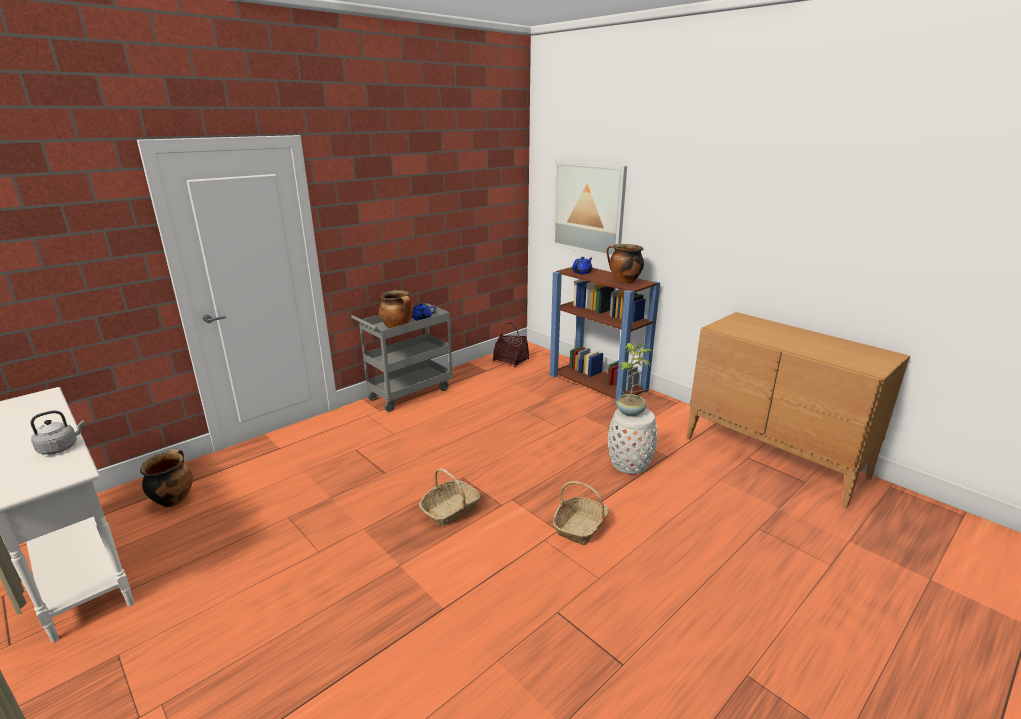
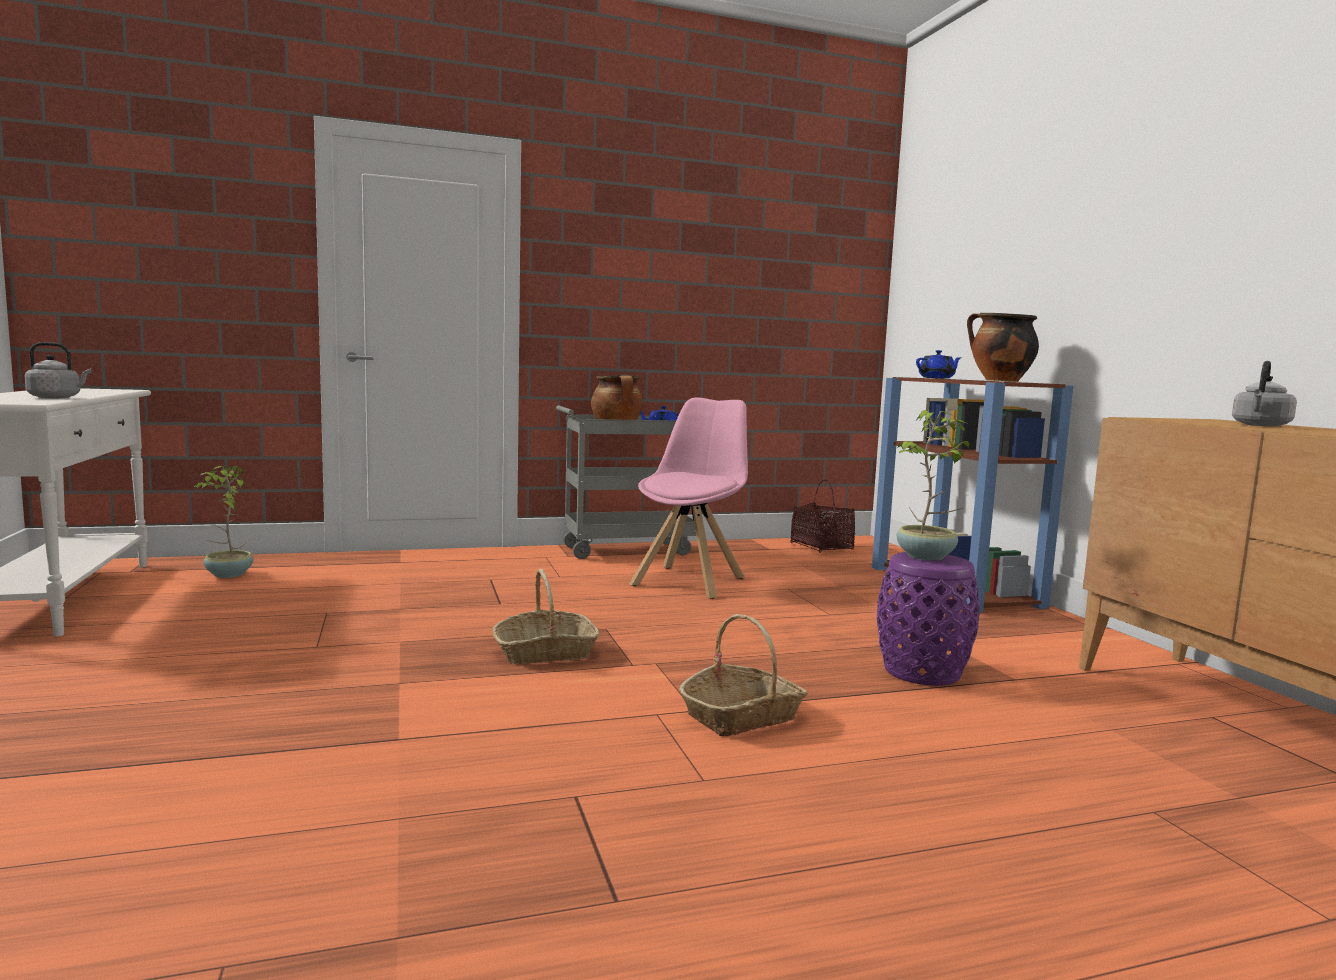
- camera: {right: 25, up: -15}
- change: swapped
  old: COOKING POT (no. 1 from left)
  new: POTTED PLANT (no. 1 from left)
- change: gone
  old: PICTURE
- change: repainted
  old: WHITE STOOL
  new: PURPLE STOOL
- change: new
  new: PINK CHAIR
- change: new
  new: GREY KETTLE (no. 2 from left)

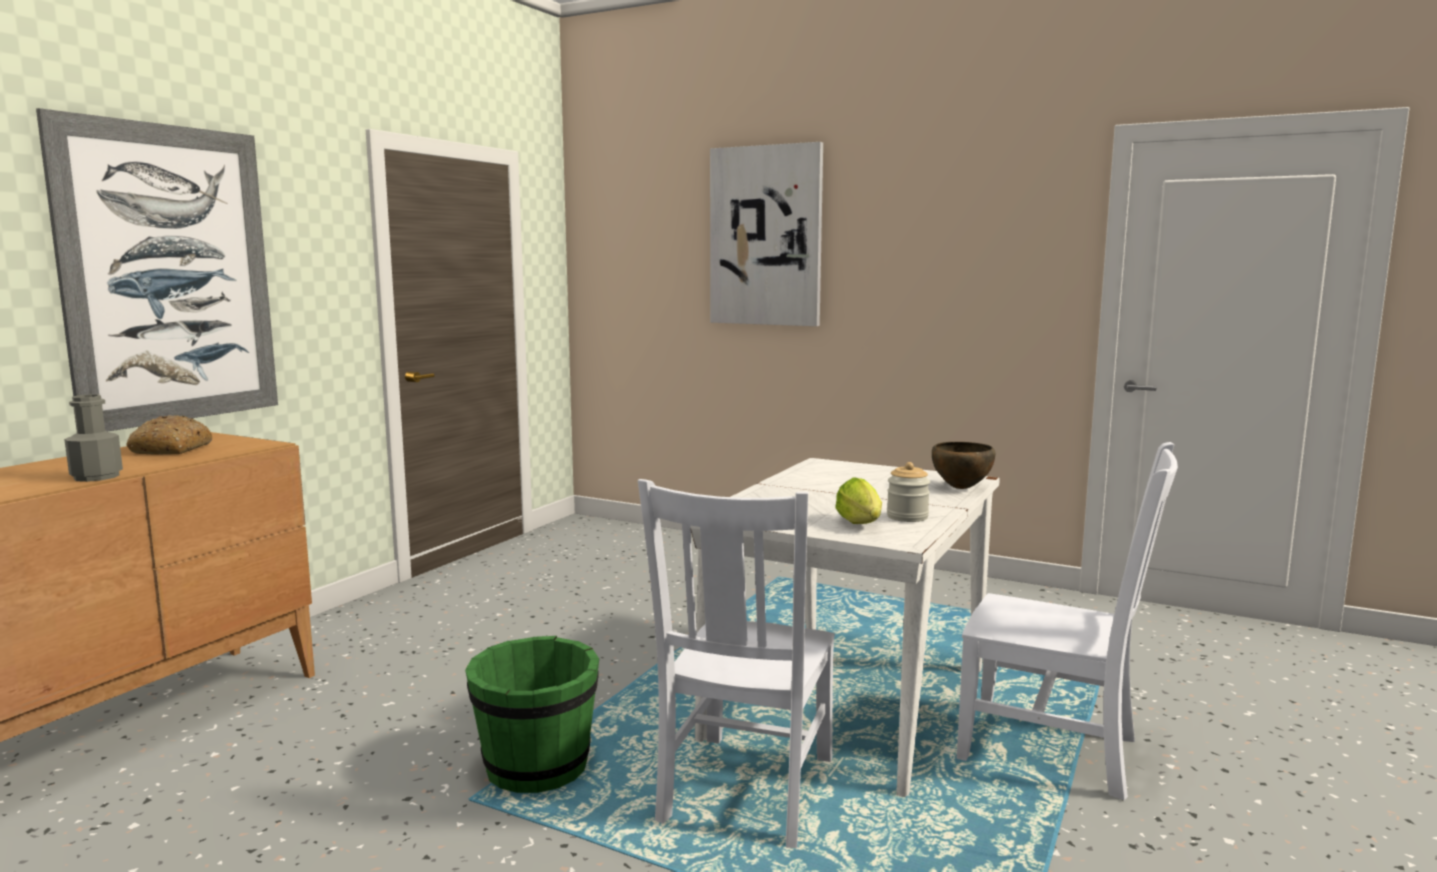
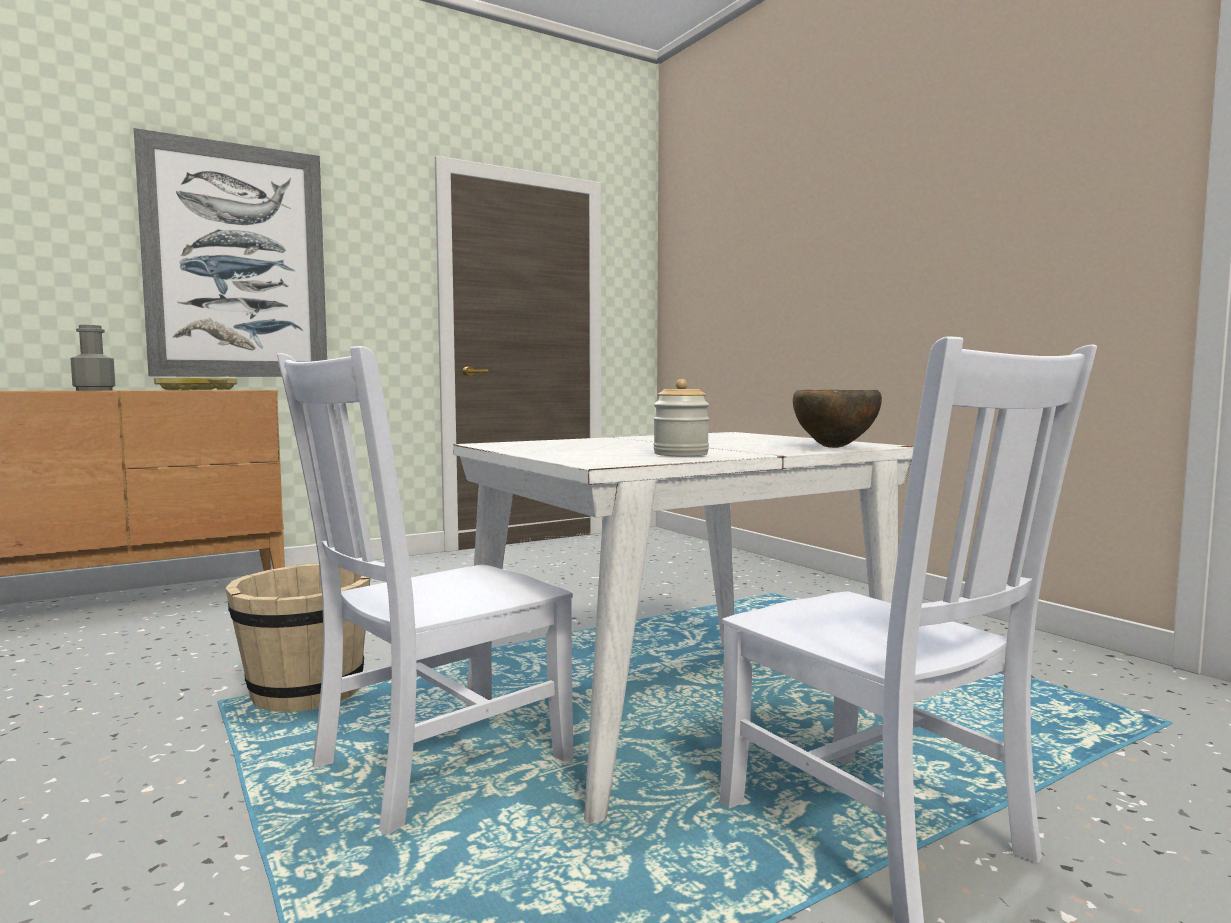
- camera: {right: 30, up: -5}
- change: swapped
  old: BREAD
  new: YELLOW TRAY
- change: repainted
  old: GREEN BUCKET
  new: BEIGE BUCKET
- change: gone
  old: PICTURE (no. 2 from left)
- change: gone
  old: LETTUCE

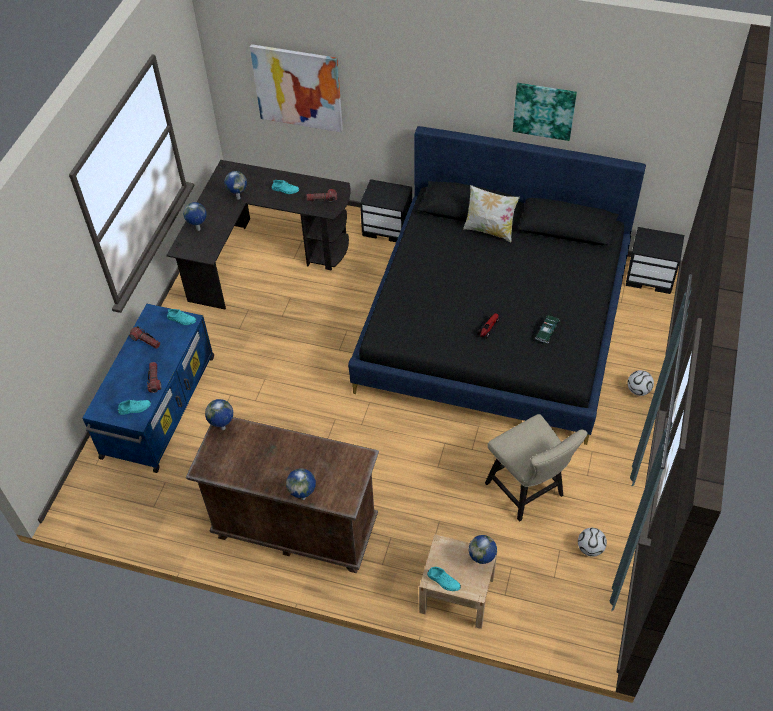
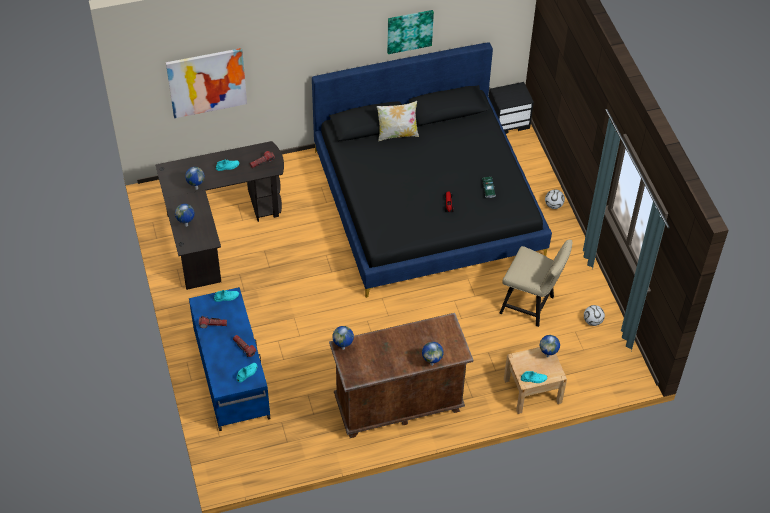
- camera: {right: -35, up: 0}
- change: gone
  old: BLACK NIGHTSTAND (no. 1 from left)

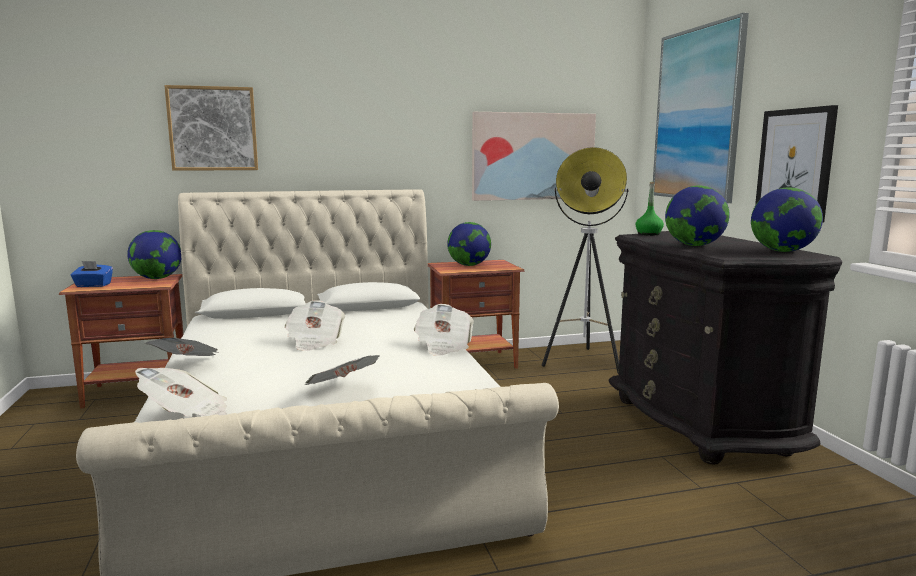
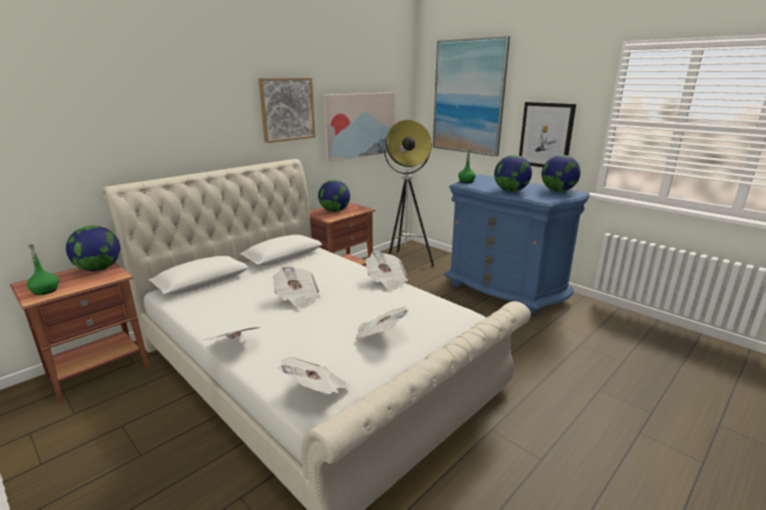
- camera: {right: -30, up: 10}
- change: swapped
  old: BLUE TISSUE BOX
  new: GREEN BOTTLE (no. 1 from left)
- change: shifted
  old: PICTURE (no. 1 from left)
- change: repainted
  old: BLACK DRESSER
  new: BLUE DRESSER

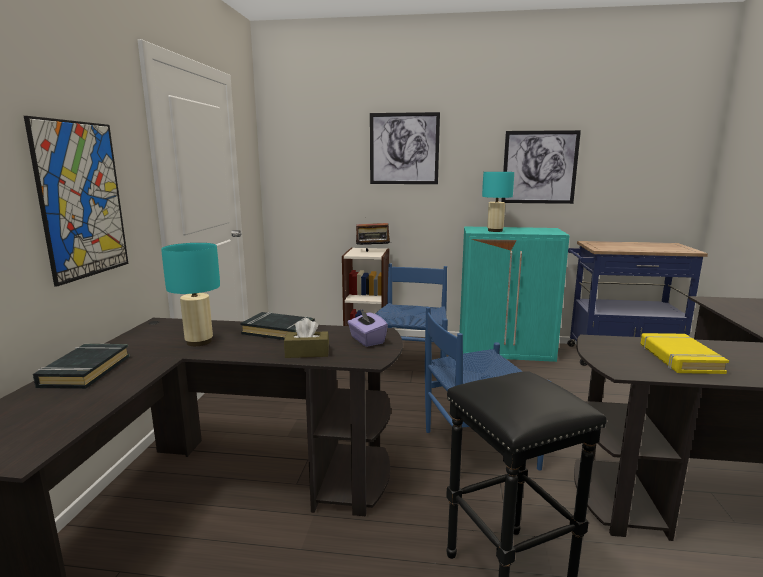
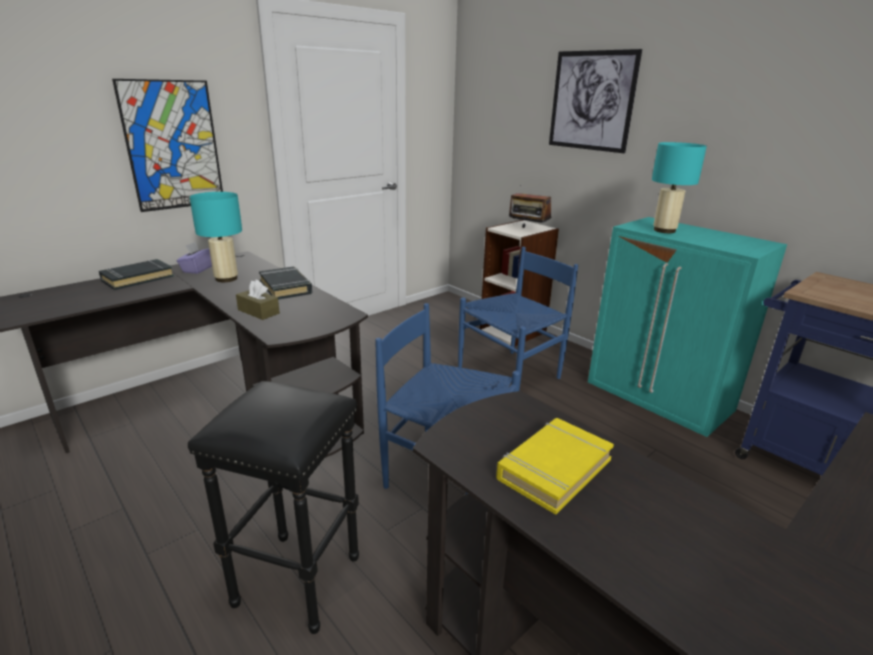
- camera: {right: 40, up: 10}
- change: shifted
  old: PURPLE TISSUE BOX
- change: gone
  old: PICTURE (no. 3 from left)

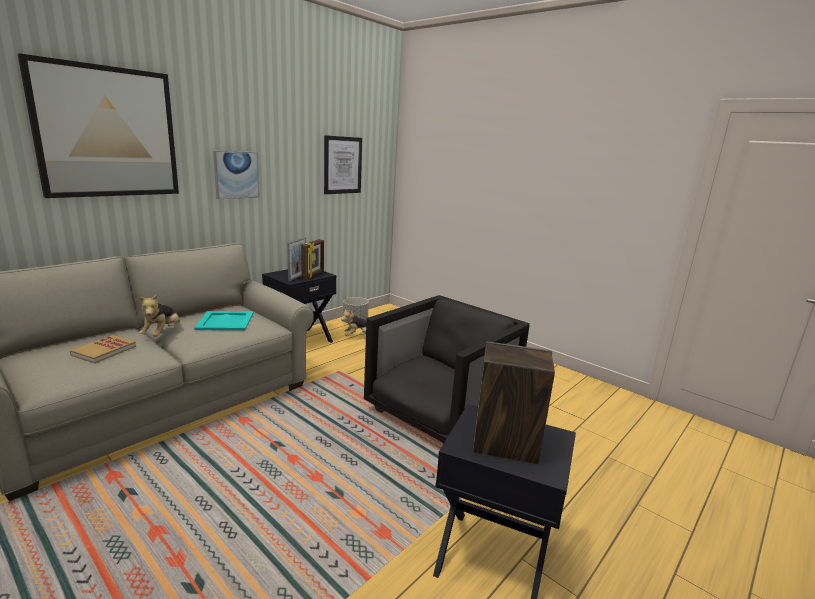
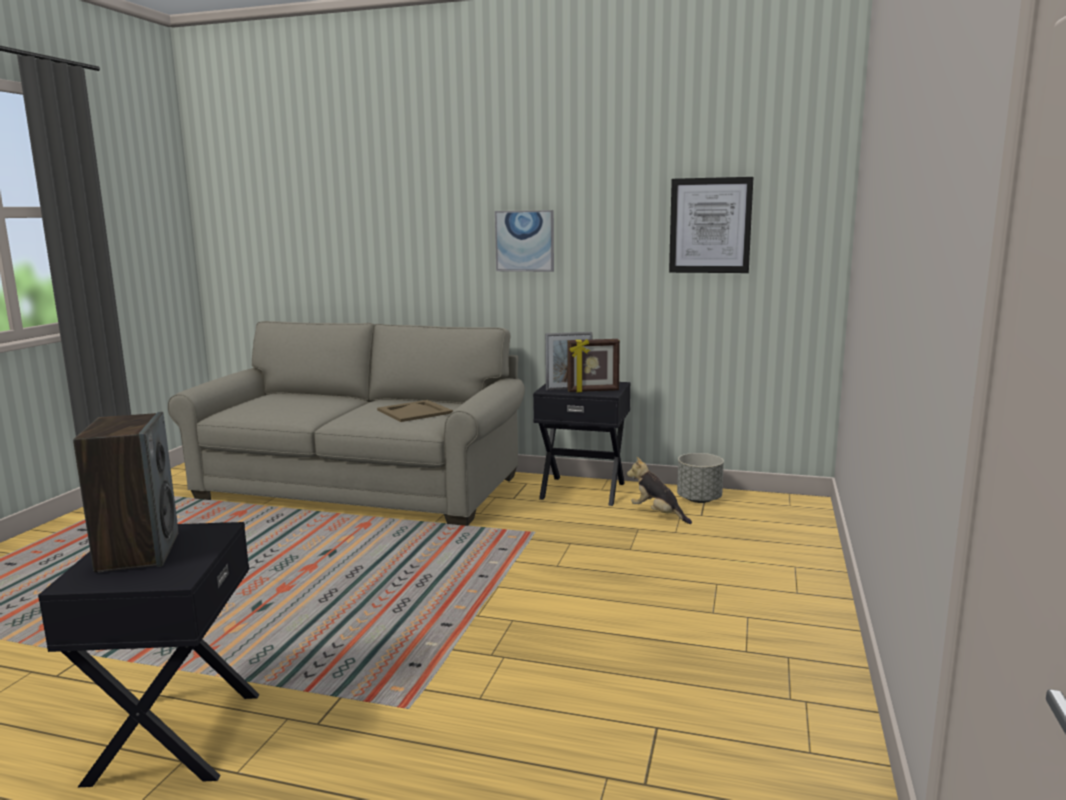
- camera: {right: 65, up: -5}
- change: gone
  old: PICTURE (no. 1 from left)
- change: gone
  old: BOOK
- change: gone
  old: PLUSH TOY (no. 1 from left)
- change: repainted
  old: TURQUOISE TRAY
  new: BEIGE TRAY
- change: gone
  old: BLACK ARMCHAIR

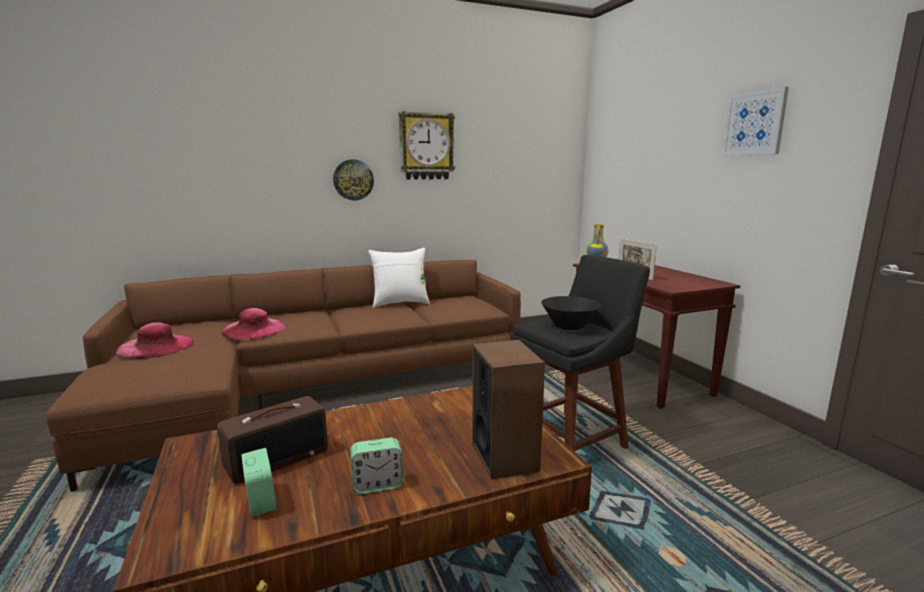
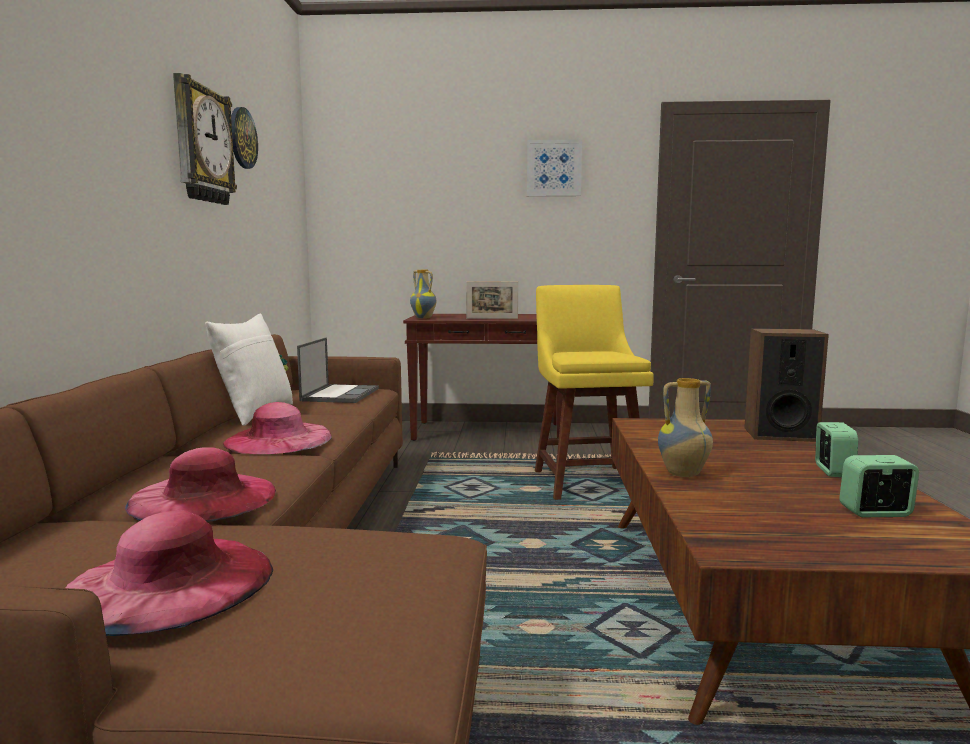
- camera: {right: -65, up: -5}
- change: gone
  old: RADIO
- change: shifted
  old: WALL CLOCK (no. 1 from left in the first image)
  new: WALL CLOCK (no. 2 from left)
- change: repainted
  old: BLACK STOOL
  new: YELLOW STOOL
- change: gone
  old: BLACK BOWL
- change: new
  new: PINK HAT (no. 3 from left)
- change: new
  new: LAPTOP
- change: new
  new: VASE (no. 2 from left)

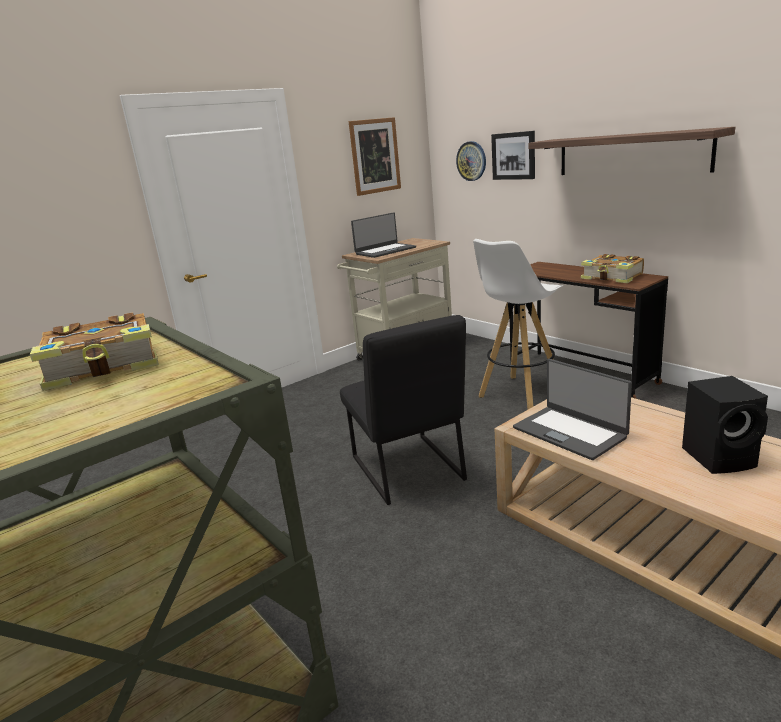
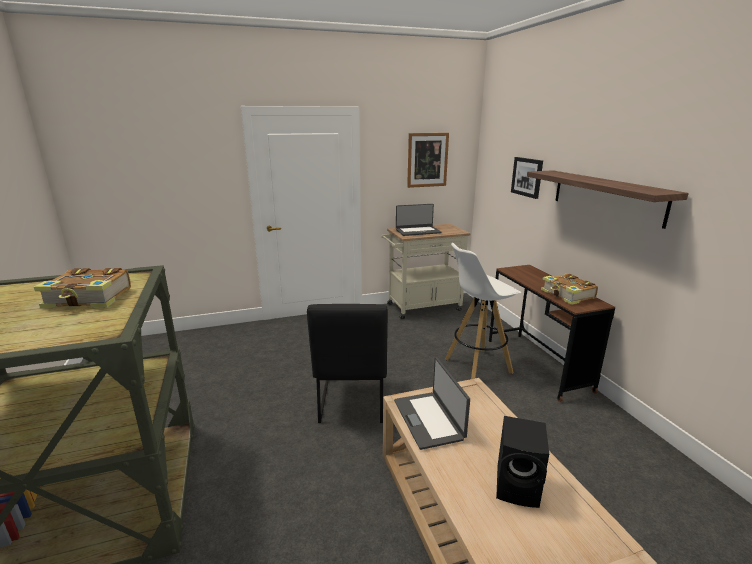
- camera: {right: 20, up: 0}
- change: gone
  old: WALL CLOCK

